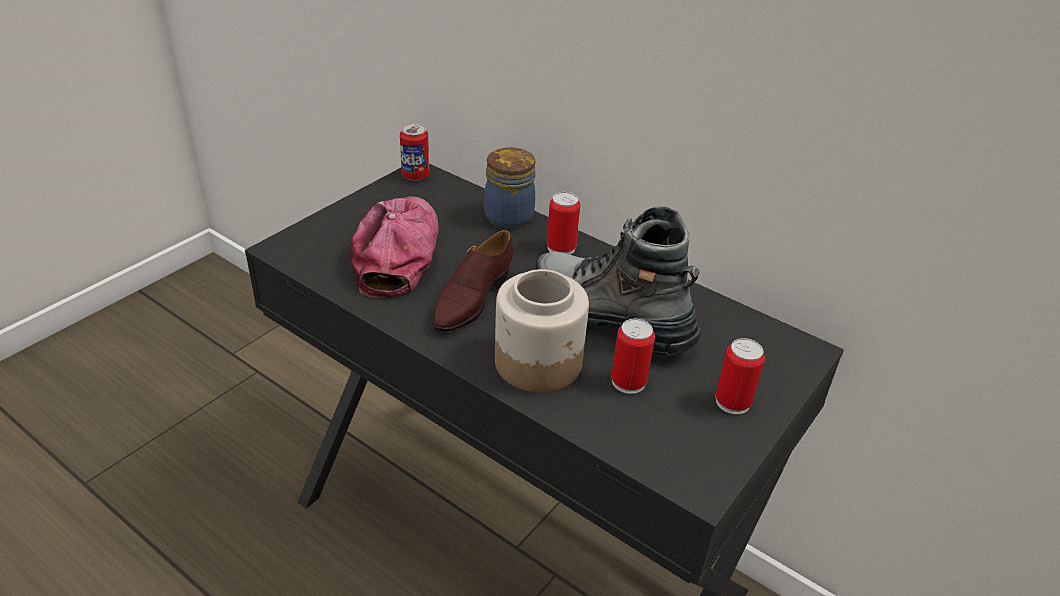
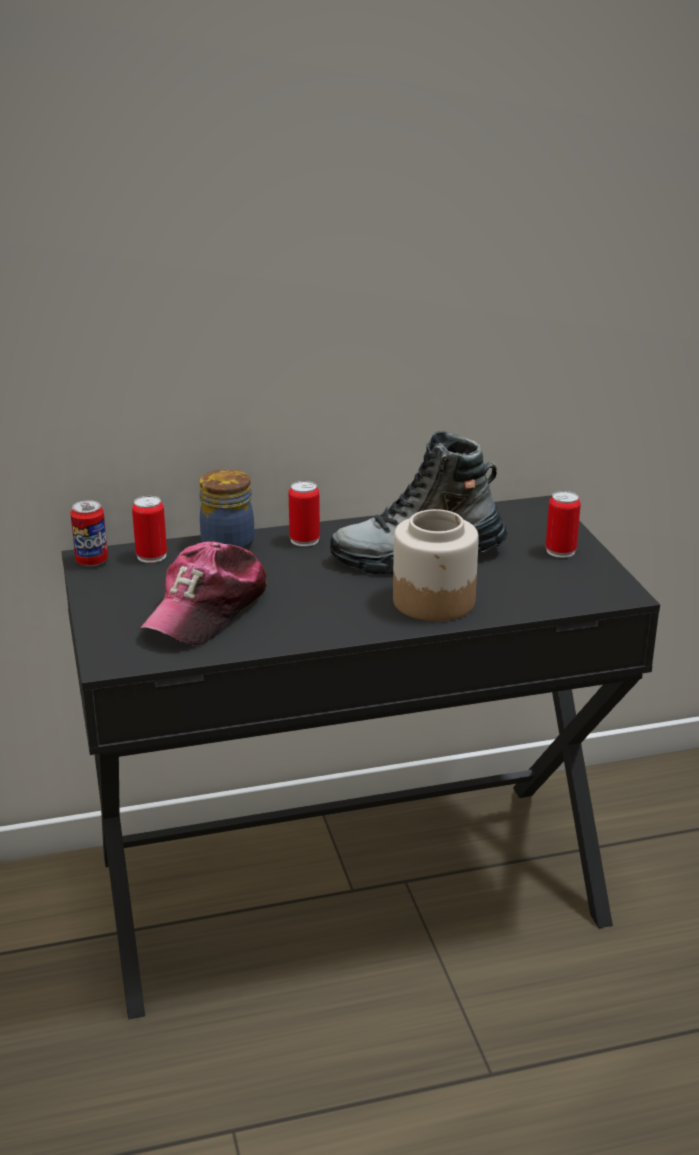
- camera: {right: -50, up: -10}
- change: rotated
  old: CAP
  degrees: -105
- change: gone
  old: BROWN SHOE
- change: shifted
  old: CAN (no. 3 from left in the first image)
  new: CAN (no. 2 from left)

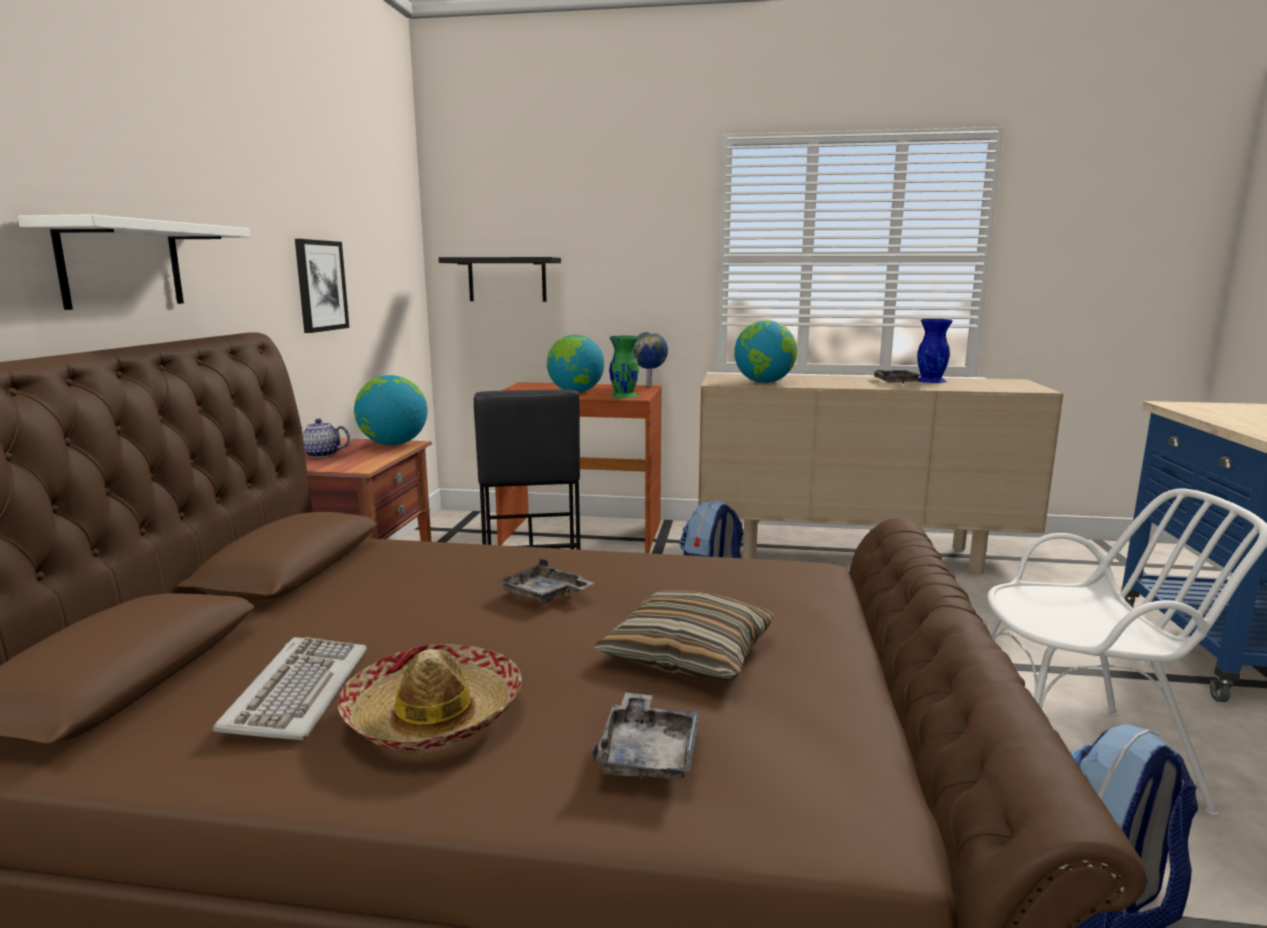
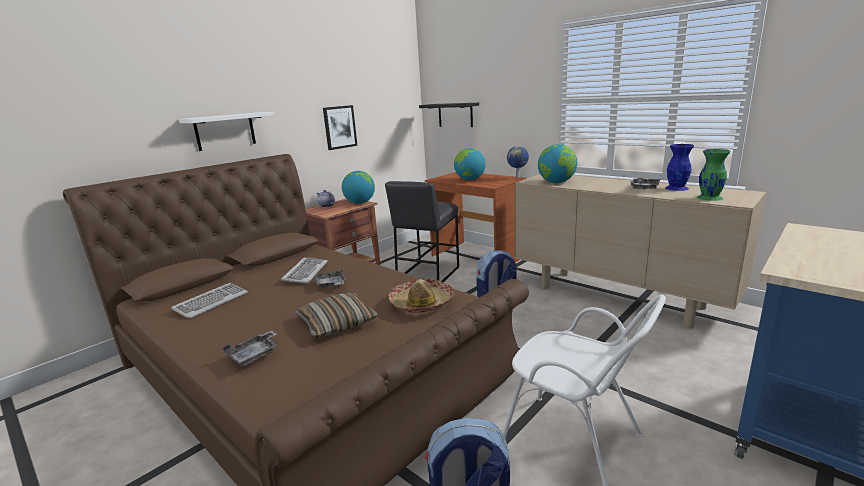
- camera: {right: 35, up: 5}
- change: shifted
  old: HAT
- change: shifted
  old: GREEN VASE
- change: new
  new: KEYBOARD (no. 2 from left)

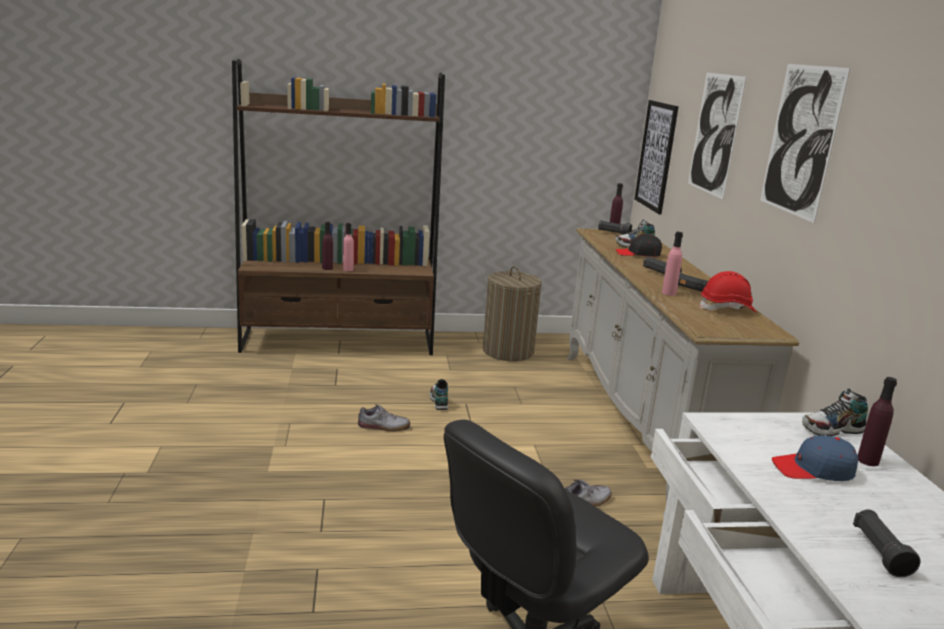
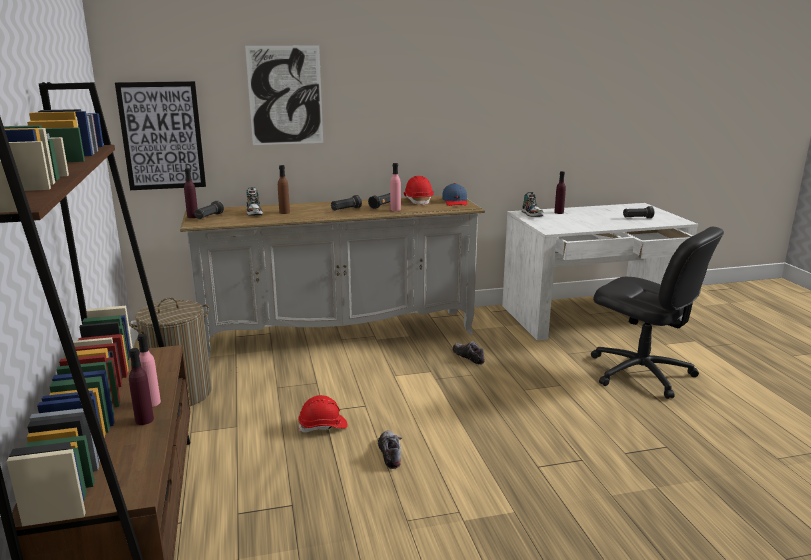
- camera: {right: -95, up: 0}
- change: swapped
  old: SHOE (no. 2 from left)
  new: RED HARD HAT (no. 1 from left)
- change: swapped
  old: BLACK CAP
  new: BROWN BOTTLE
- change: gone
  old: PICTURE (no. 3 from left)
- change: shifted
  old: BLUE CAP

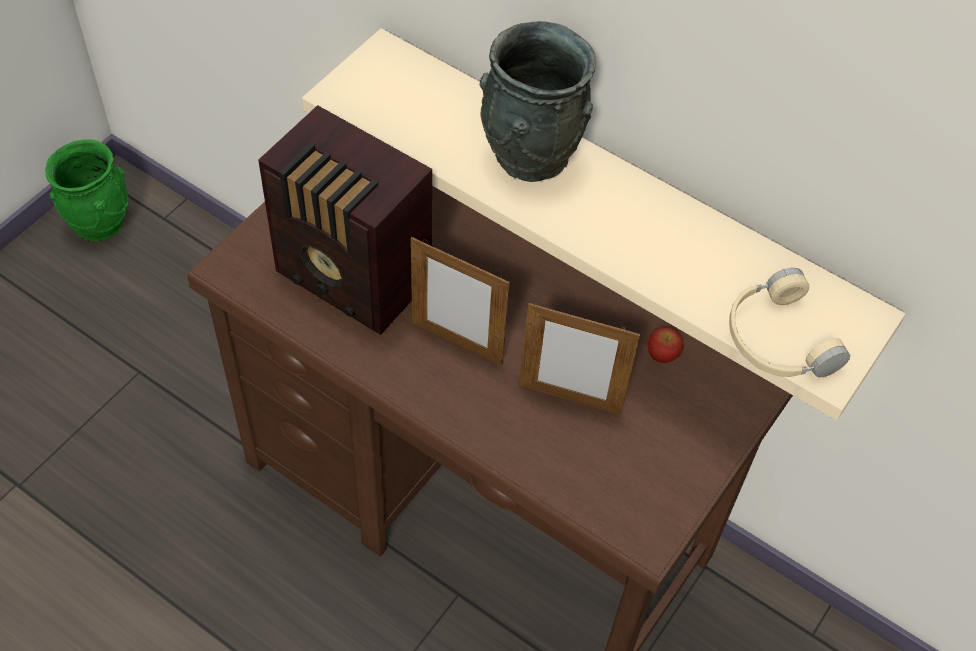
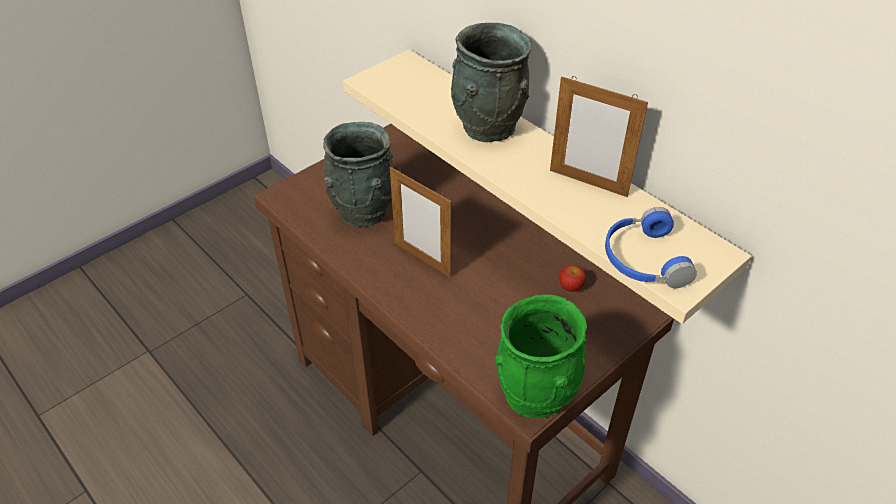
- camera: {right: 15, up: -10}
- change: shifted
  old: GREEN VASE
- change: swapped
  old: RADIO
  new: GREY VASE (no. 1 from left)
- change: shifted
  old: PICTURE FRAME (no. 2 from left)
- change: repainted
  old: BEIGE HEADPHONES
  new: BLUE HEADPHONES

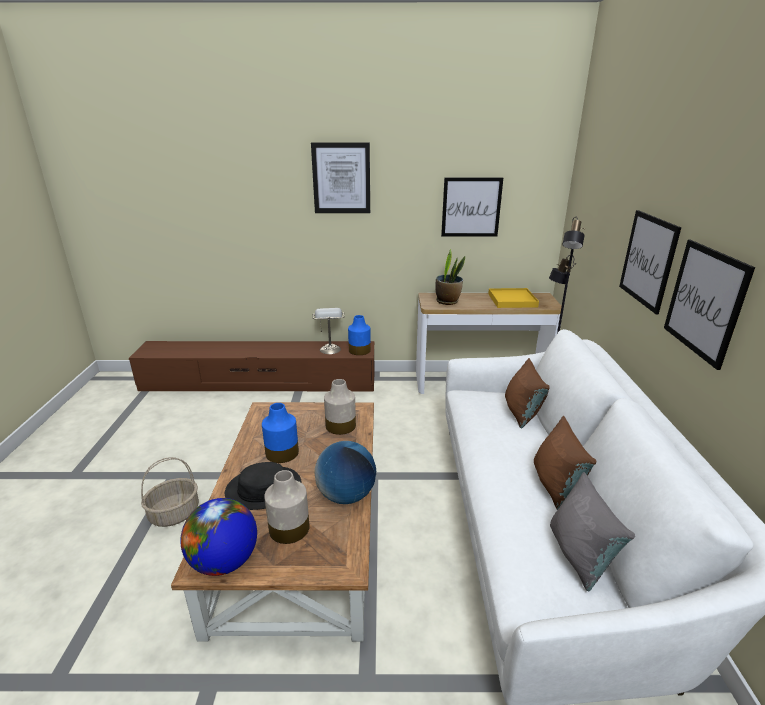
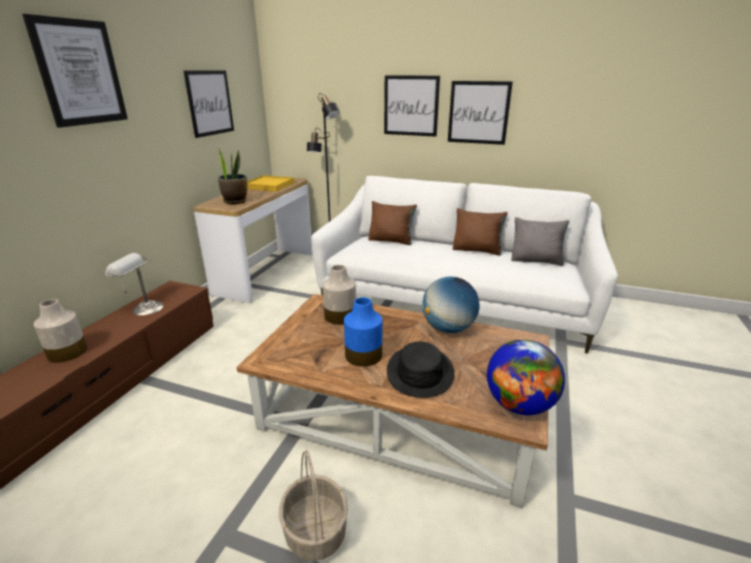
- camera: {right: -70, up: 0}
- change: shifted
  old: BEIGE VASE (no. 1 from left)
- change: gone
  old: BLUE VASE (no. 2 from left)

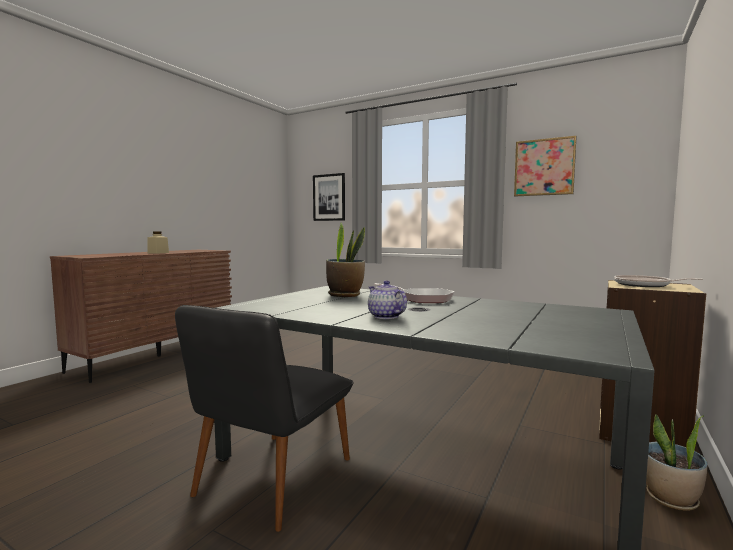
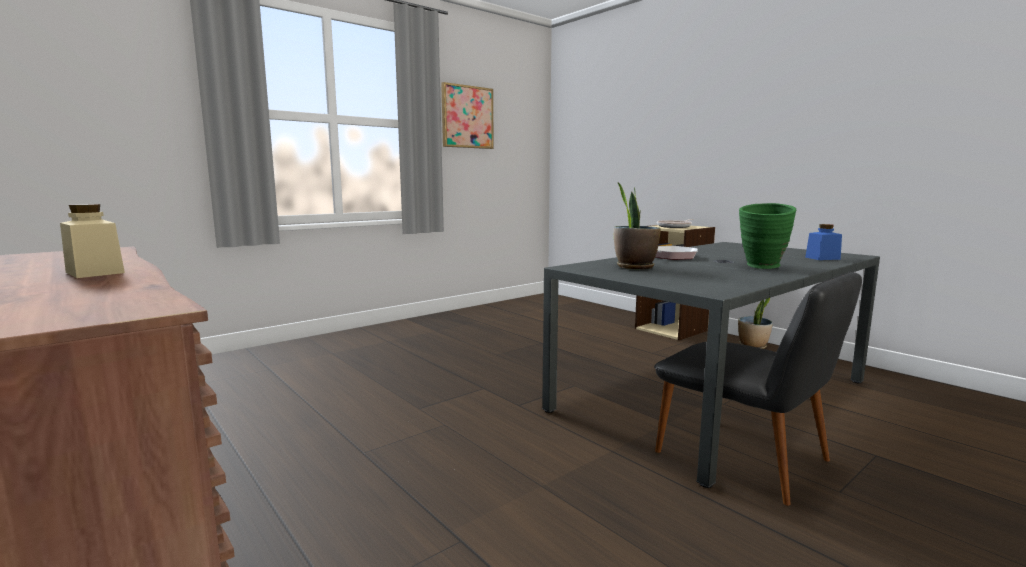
- camera: {right: -70, up: 5}
- change: gone
  old: PICTURE (no. 1 from left)
- change: swapped
  old: TEAPOT
  new: GREEN VASE
- change: new
  new: BLUE JAR

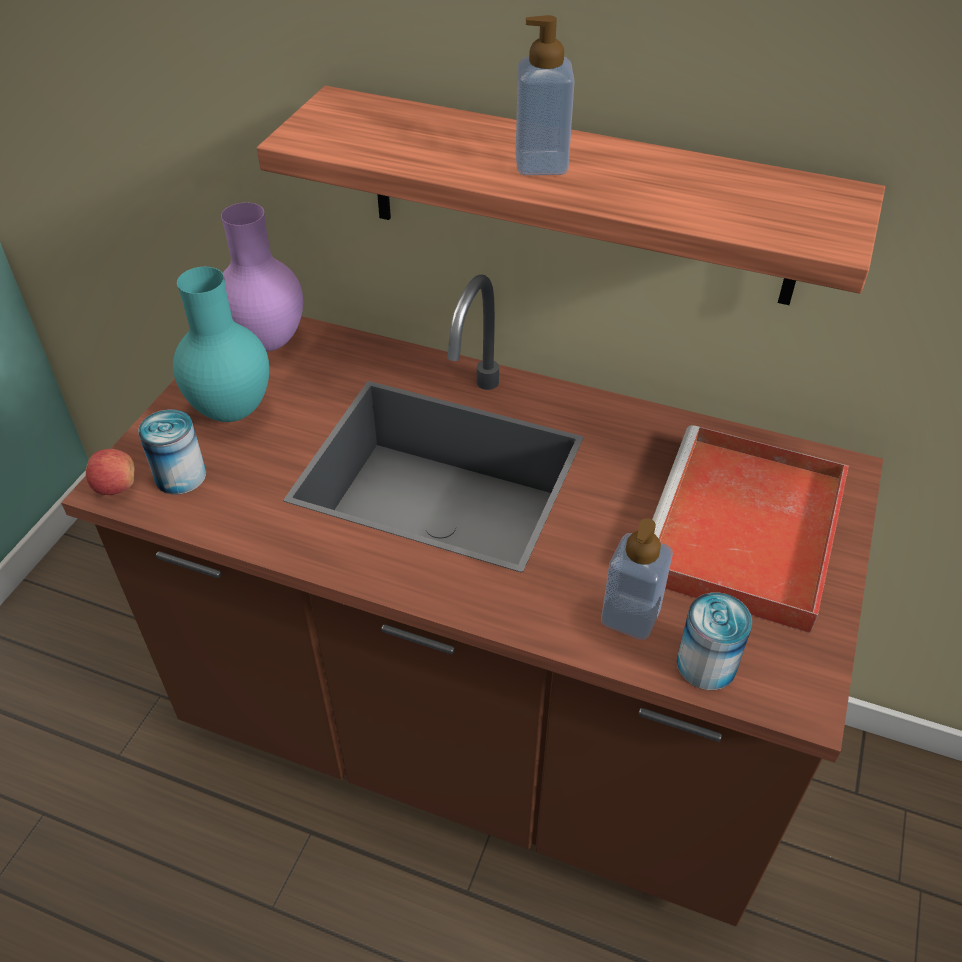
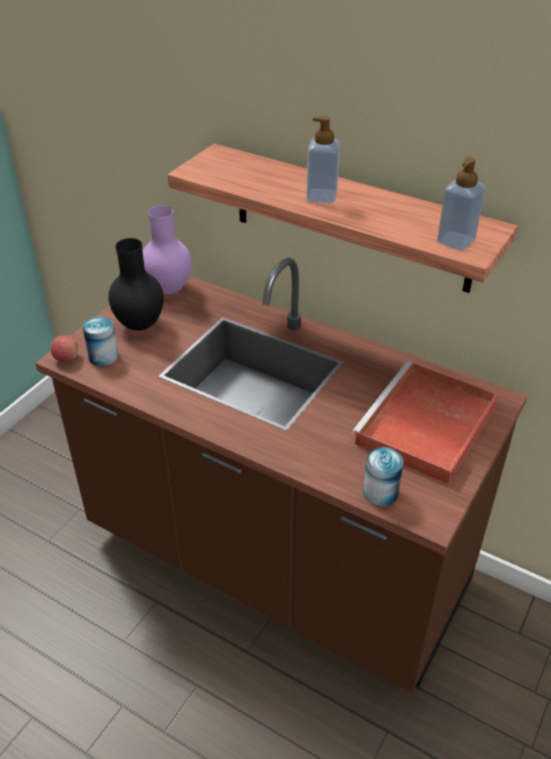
- camera: {right: 10, up: -5}
- change: repainted
  old: TURQUOISE VASE
  new: BLACK VASE
- change: shifted
  old: SOAP DISPENSER (no. 2 from left)

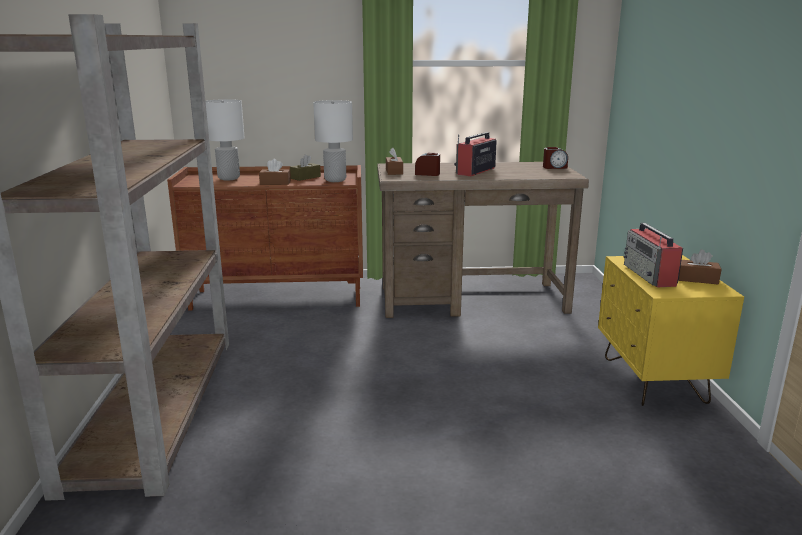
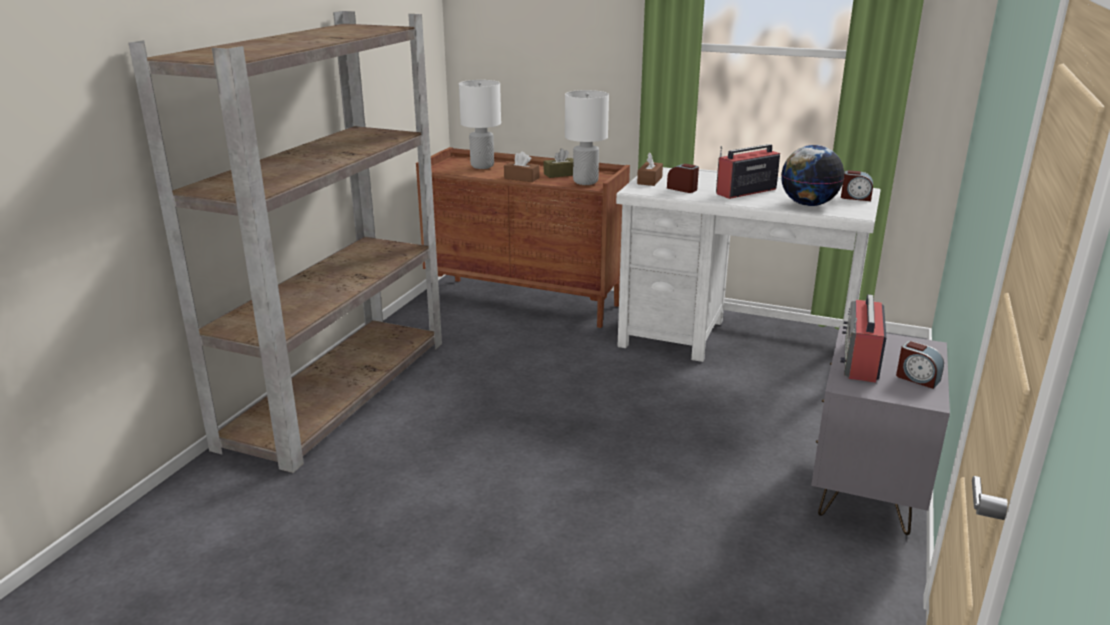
- camera: {right: 25, up: 5}
- change: repainted
  old: BROWN DESK
  new: WHITE DESK
- change: repainted
  old: YELLOW NIGHTSTAND
  new: GREY NIGHTSTAND
- change: swapped
  old: BROWN TISSUE BOX (no. 4 from left)
  new: ALARM CLOCK (no. 3 from left)
- change: new
  new: GLOBE

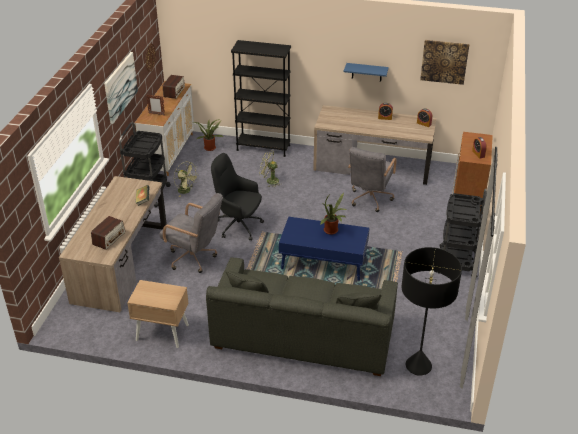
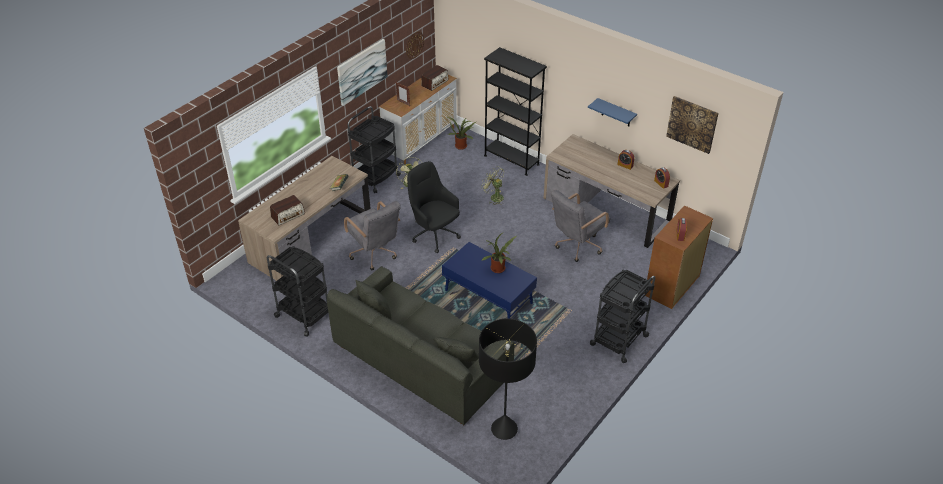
- camera: {right: 25, up: 5}
- change: swapped
  old: BEIGE NIGHTSTAND
  new: BLACK CART (no. 1 from left)

